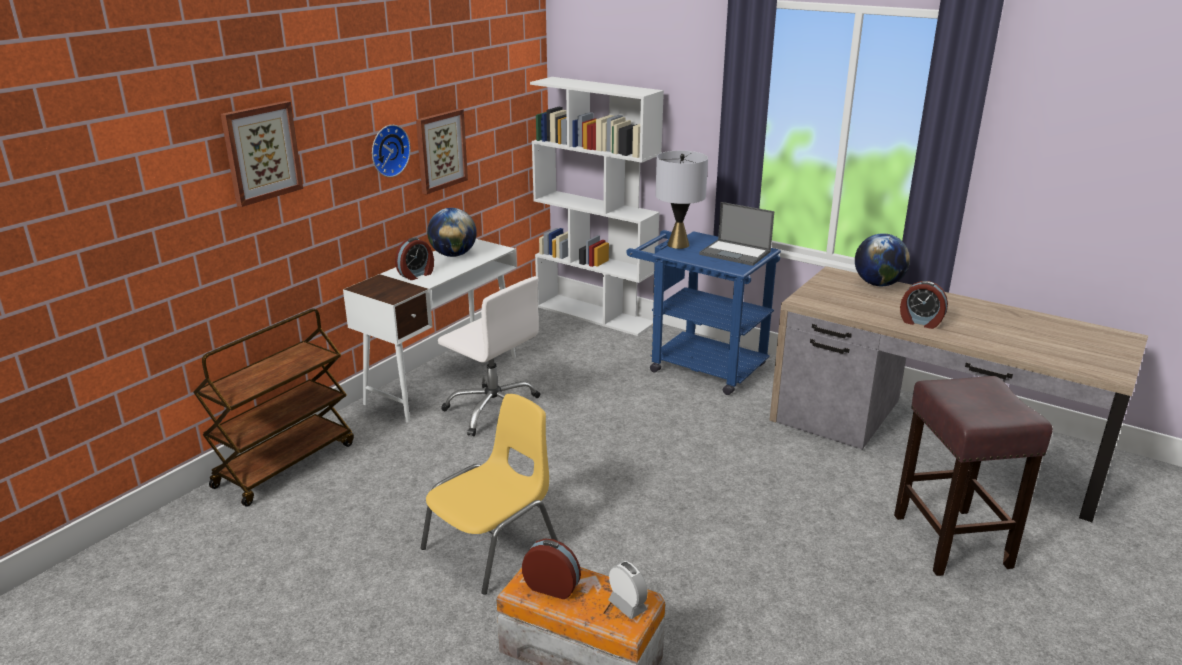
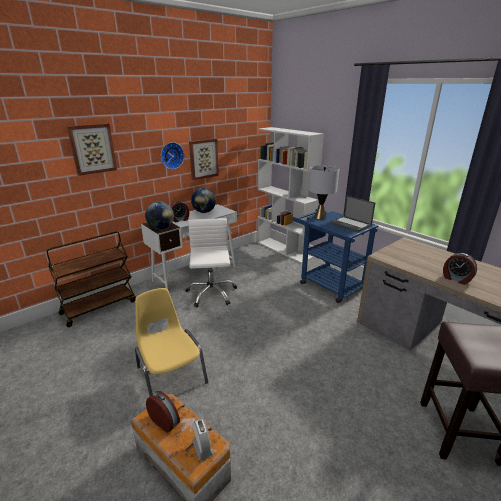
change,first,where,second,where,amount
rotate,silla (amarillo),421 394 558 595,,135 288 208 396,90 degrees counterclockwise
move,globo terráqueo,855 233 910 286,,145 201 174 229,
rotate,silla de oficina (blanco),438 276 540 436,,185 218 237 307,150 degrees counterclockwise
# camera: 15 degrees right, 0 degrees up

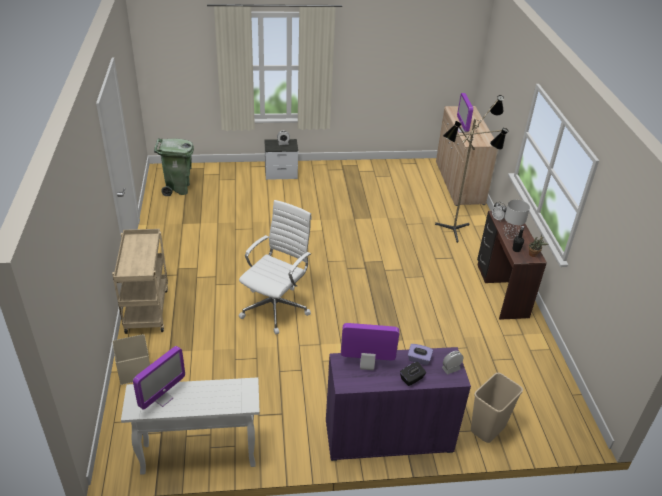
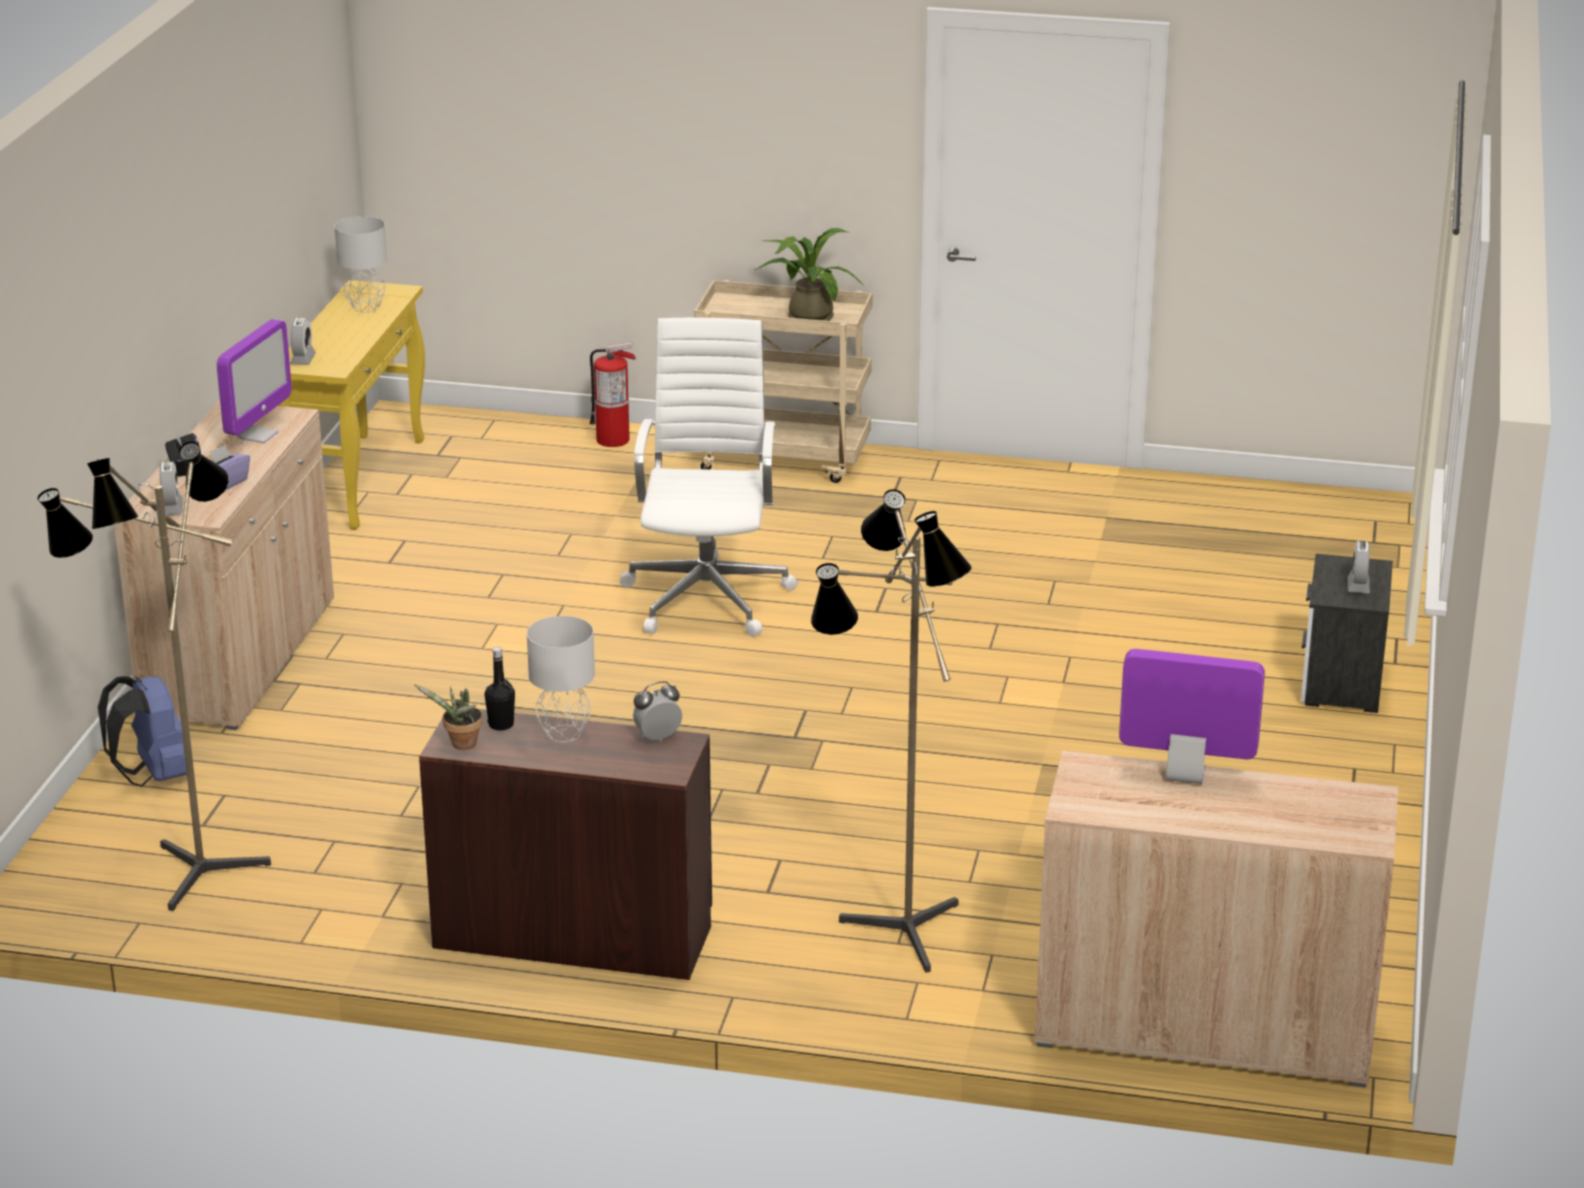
change,first,where,second,where,amount
insert,,,lámpara de pie,37 442 271 911,
replace,papelera (beis),471 373 523 443,mochila (azul),98 676 187 786,
recolor,armario (morado),326 347 471 461,armario (beis),114 401 334 730,
recolor,mesa consola (blanco),121 377 260 475,mesa consola (amarillo),278 280 425 530,
insert,,,despertador,290 317 316 365,
replace,monitor,133 346 185 409,lámpara de mesa (gris),334 216 387 313,
replace,caja de almacenaje (beis),113 334 150 385,extintor,590 342 636 447,
rotate,silla de oficina (blanco),239 200 312 334,,620 317 798 636,135 degrees counterclockwise
insert,,,planta en maceta,755 228 864 321,
delete,papelera (verde),154 138 194 196,,,
# camera: 110 degrees right, 10 degrees down

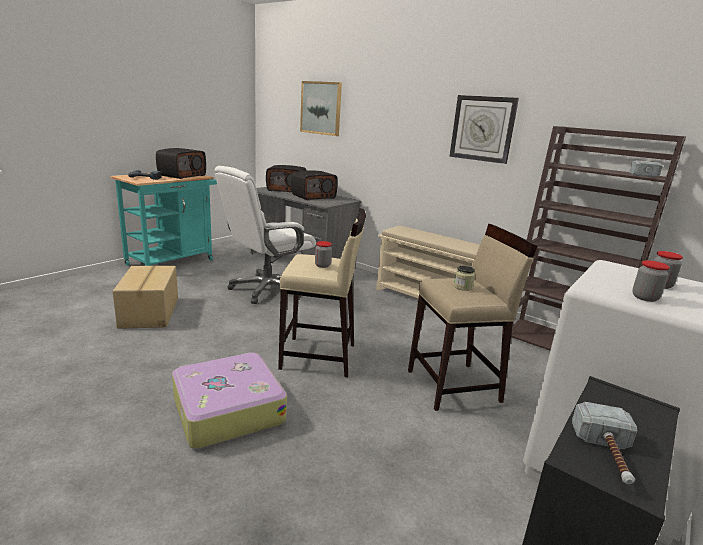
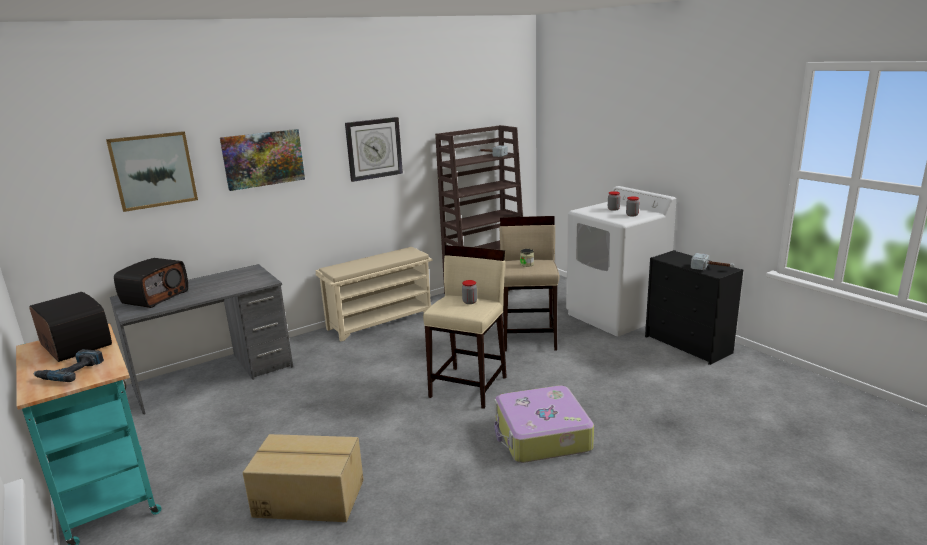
change,first,where,second,where,amount
insert,,,cuadro,220 129 305 191,
delete,silla de oficina (blanco),214 166 316 304,,,
delete,radio,291 170 337 200,,,
# camera: 70 degrees left, 0 degrees up

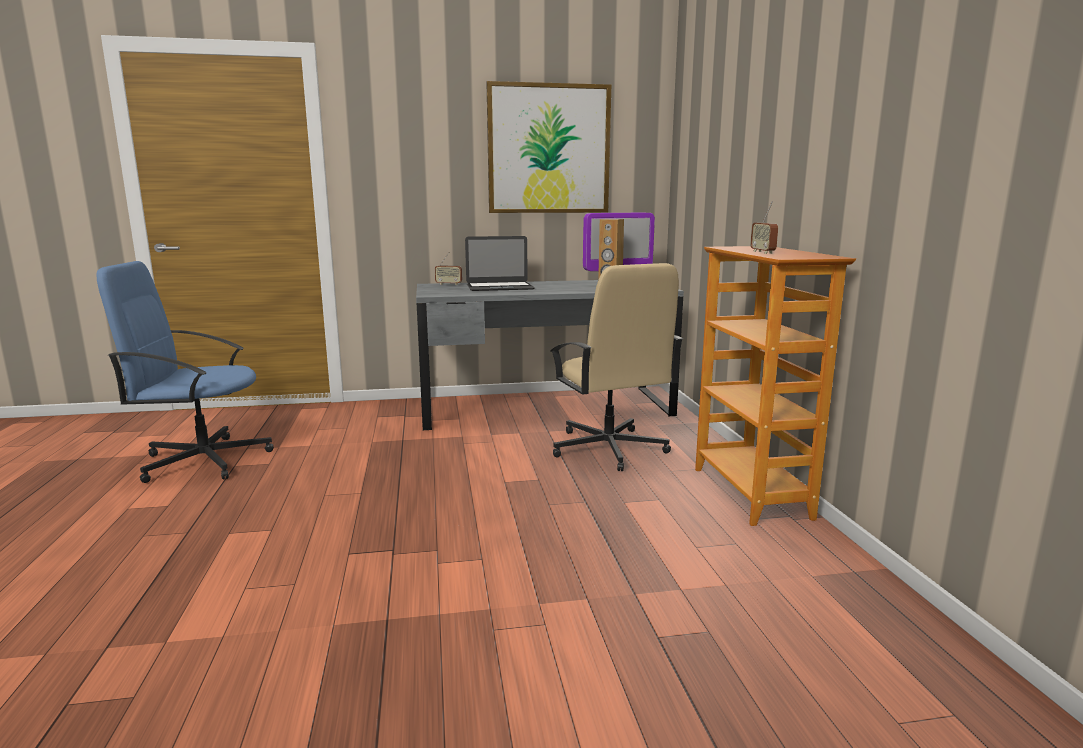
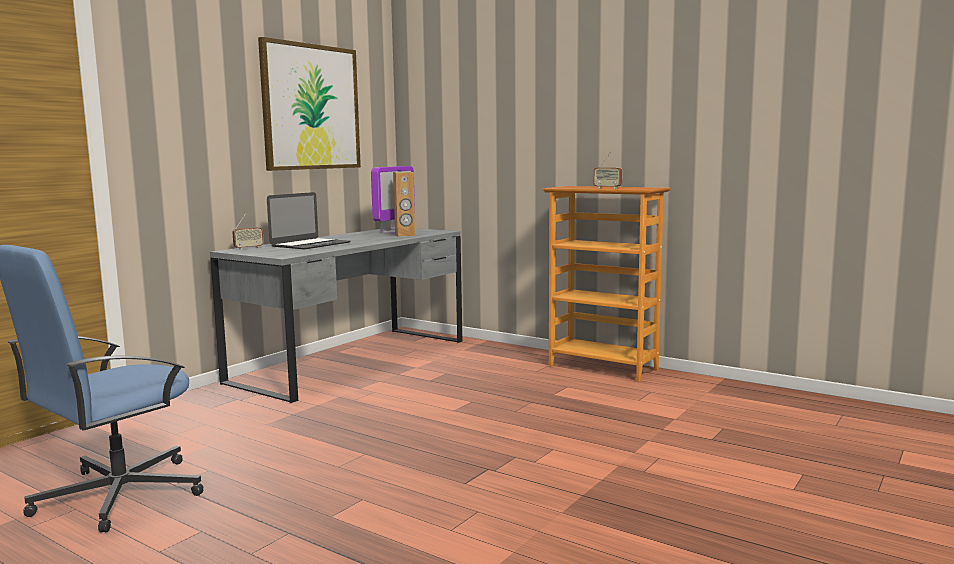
change,first,where,second,where,amount
delete,silla de oficina (beis),550 263 683 471,,,
# camera: 45 degrees left, 5 degrees down

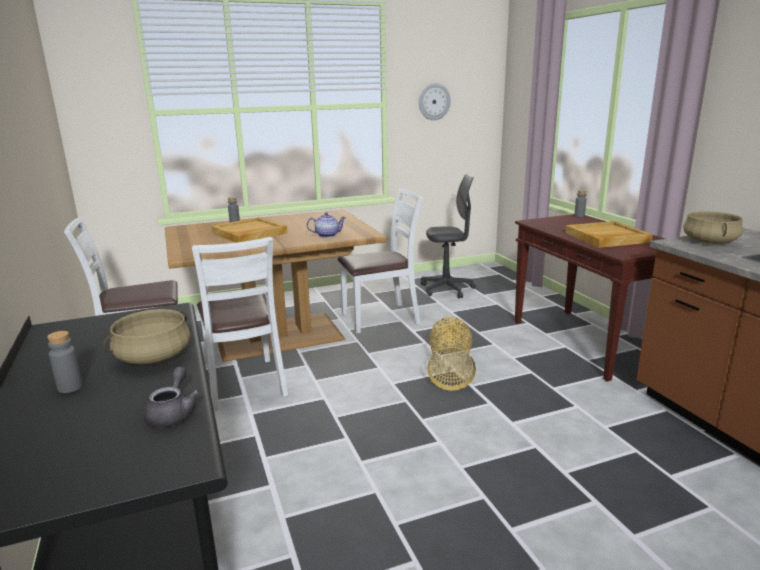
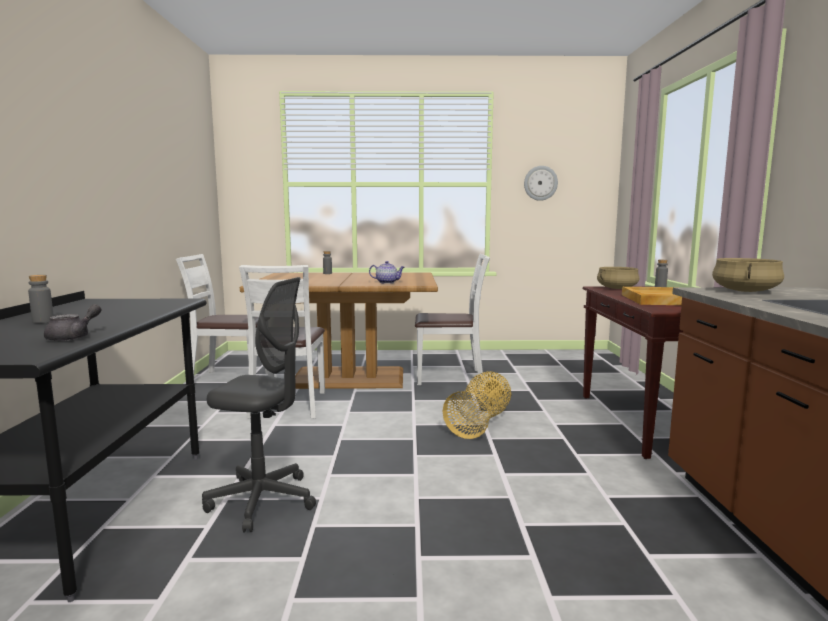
change,first,where,second,where,amount
move,silla de oficina (gris),421 173 476 299,,202 277 316 532,
move,olla (beis),103 309 191 365,,597 267 639 289,
delete,bandeja (beis),211 217 288 243,,,
# camera: 20 degrees right, 10 degrees down

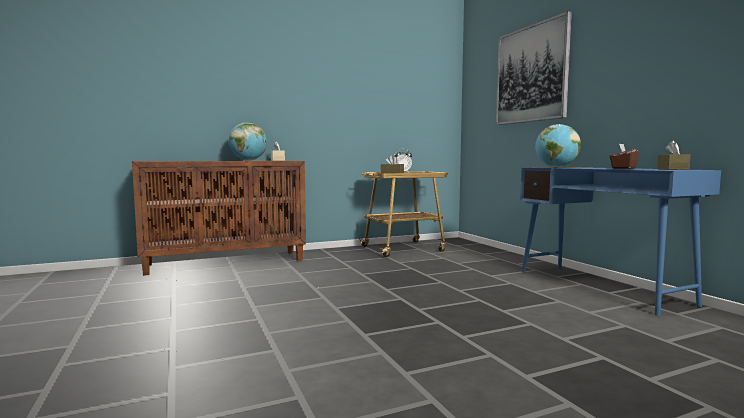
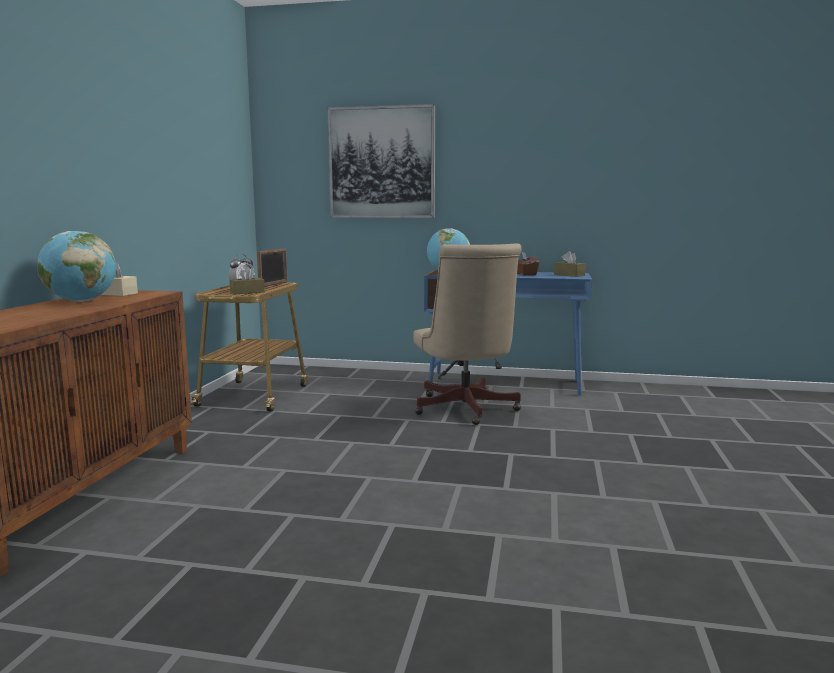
change,first,where,second,where,amount
insert,,,portarretratos,257 248 288 287,
insert,,,silla de oficina (beis),413 243 521 425,
# camera: 55 degrees left, 5 degrees up

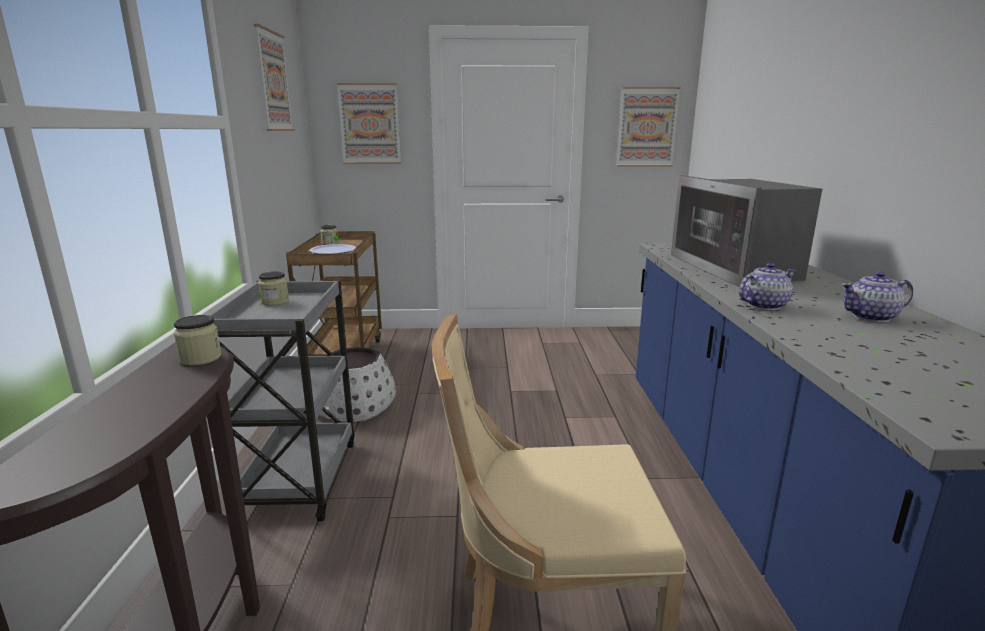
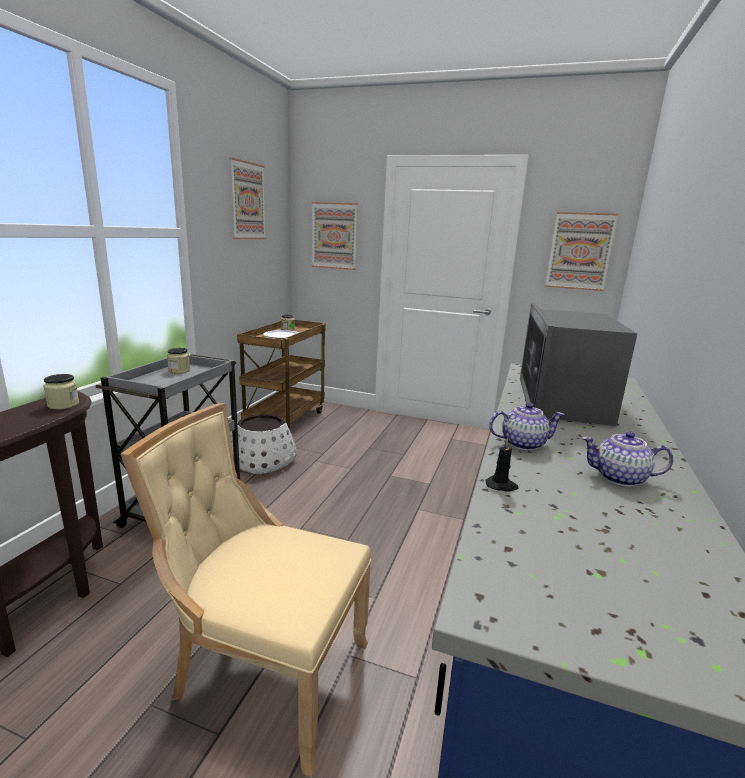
change,first,where,second,where,amount
insert,,,vela (negro),486 438 519 492,
# camera: 20 degrees right, 0 degrees up

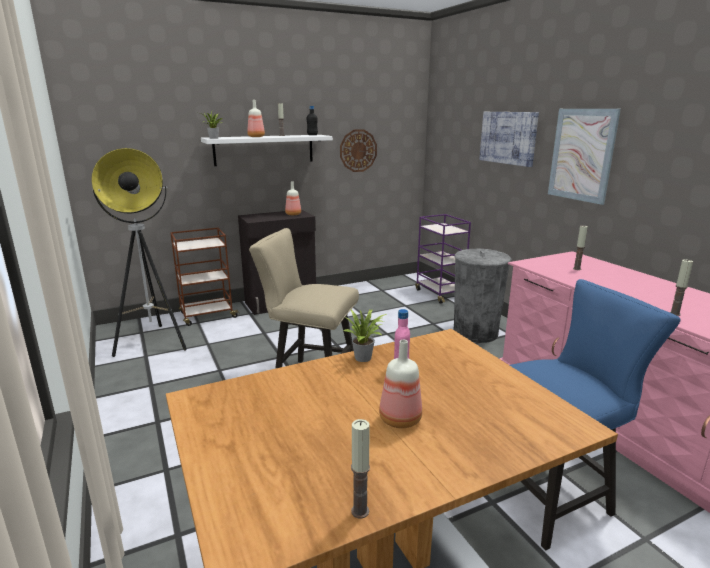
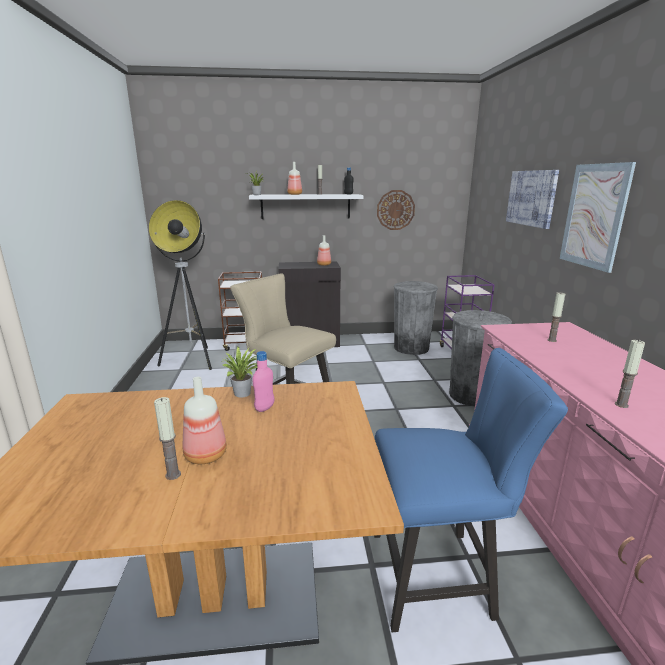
change,first,where,second,where,amount
move,vela,351 419 370 519,,154 397 181 480,
insert,,,papelera (gris),394 281 438 355,
# camera: 20 degrees right, 0 degrees up

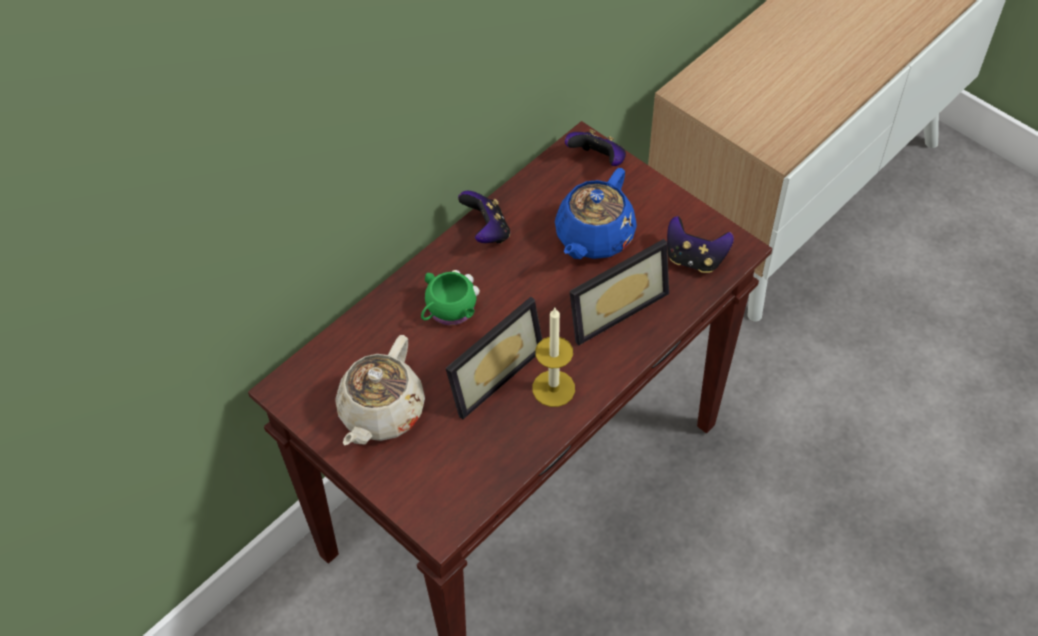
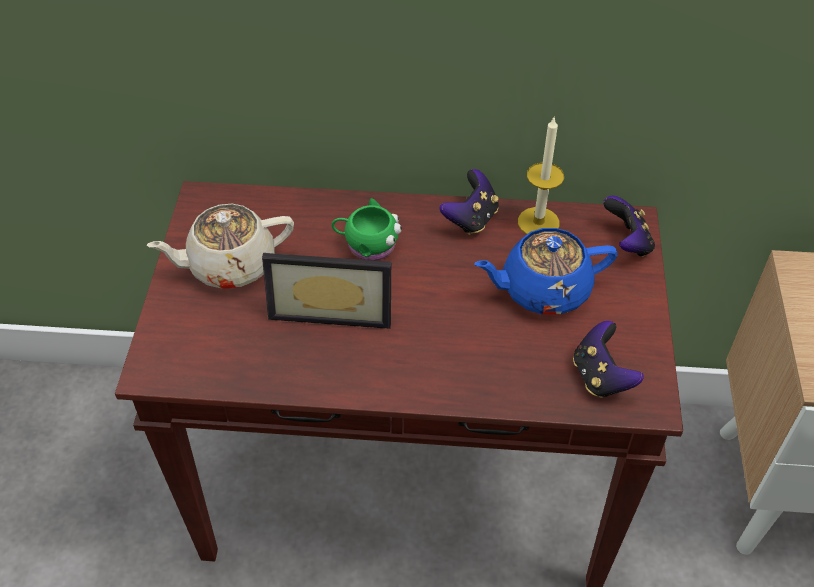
change,first,where,second,where,amount
move,vela,532 308 575 407,,518 116 564 234,
delete,portarretratos,570 239 669 345,,,
# camera: 50 degrees right, 5 degrees down

